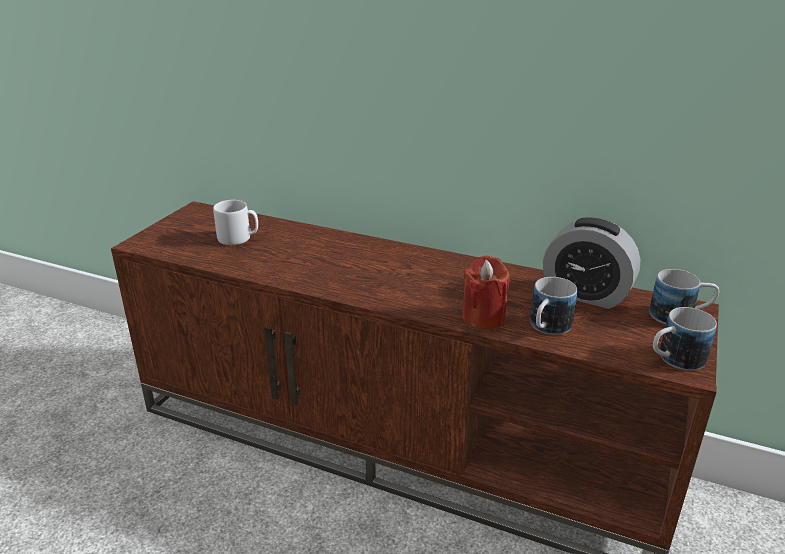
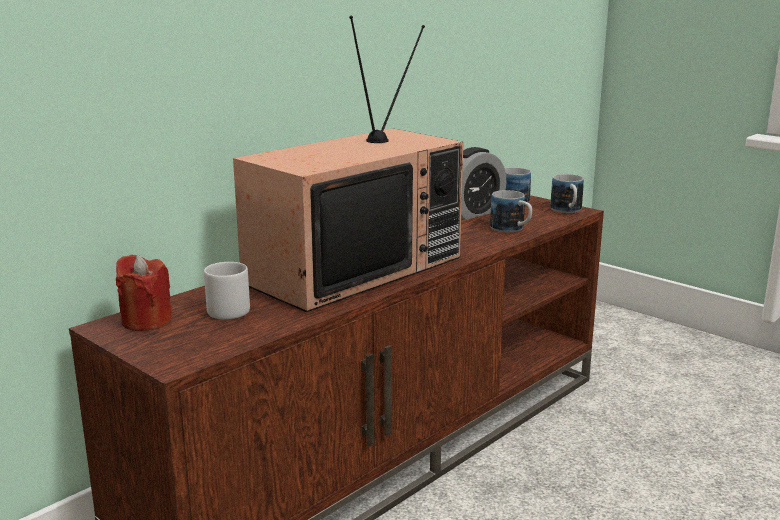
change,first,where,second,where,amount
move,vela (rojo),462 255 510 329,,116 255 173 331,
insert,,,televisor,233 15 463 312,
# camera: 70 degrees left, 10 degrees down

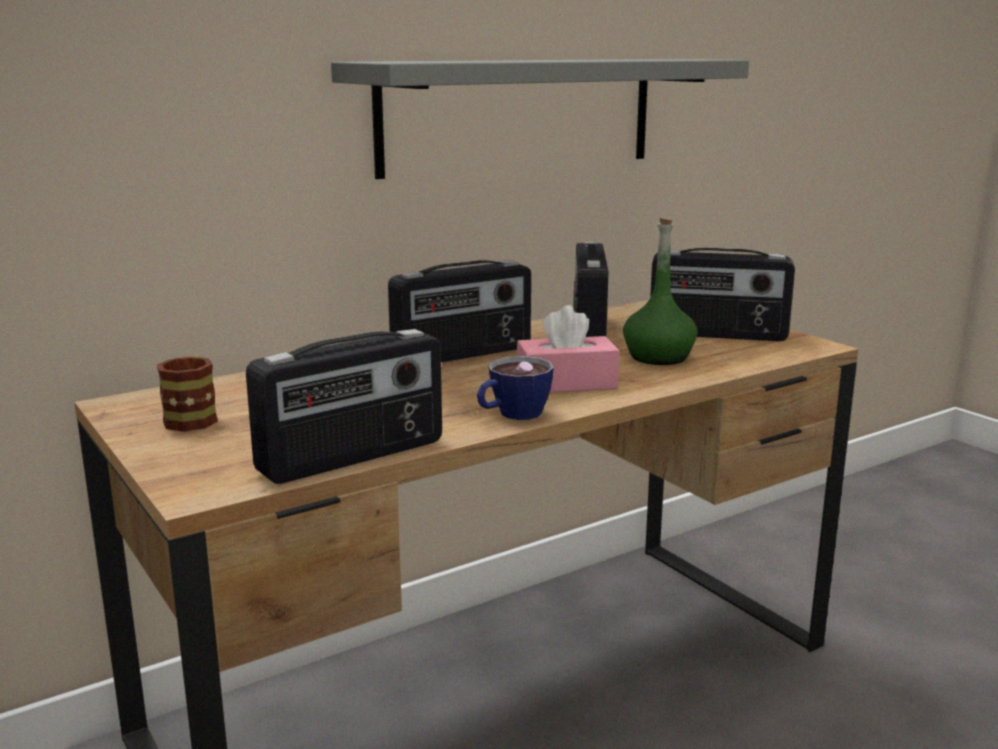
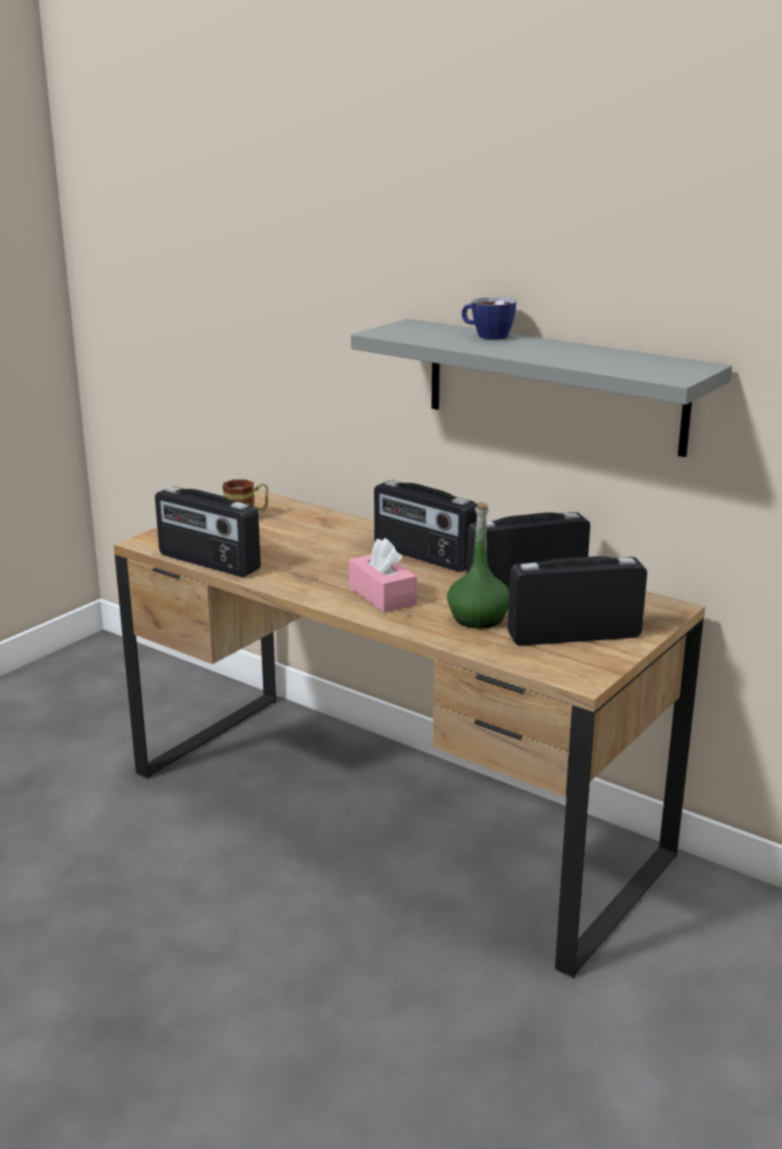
change,first,where,second,where,amount
move,taza,477 356 554 420,,462 297 516 339,
rotate,radio,650 248 795 341,,508 556 647 646,90 degrees clockwise
# camera: 70 degrees right, 5 degrees up

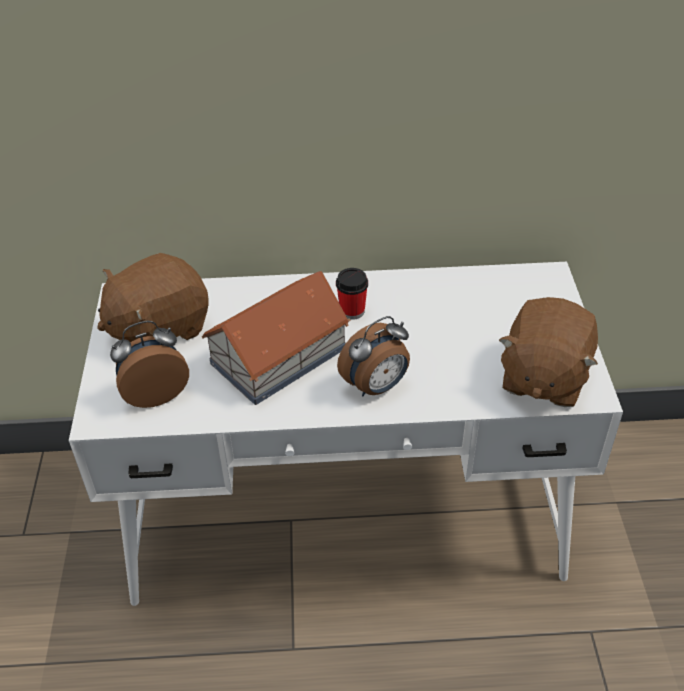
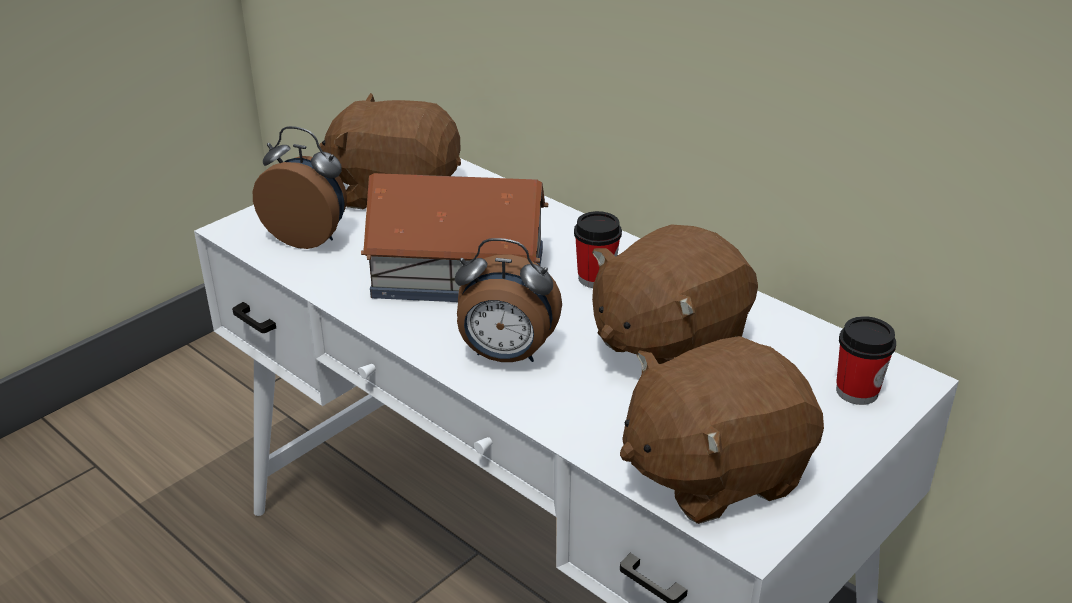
change,first,where,second,where,amount
insert,,,peluche (marrón),592 224 758 365,
insert,,,taza,836 316 896 405,
# camera: 45 degrees right, 10 degrees down

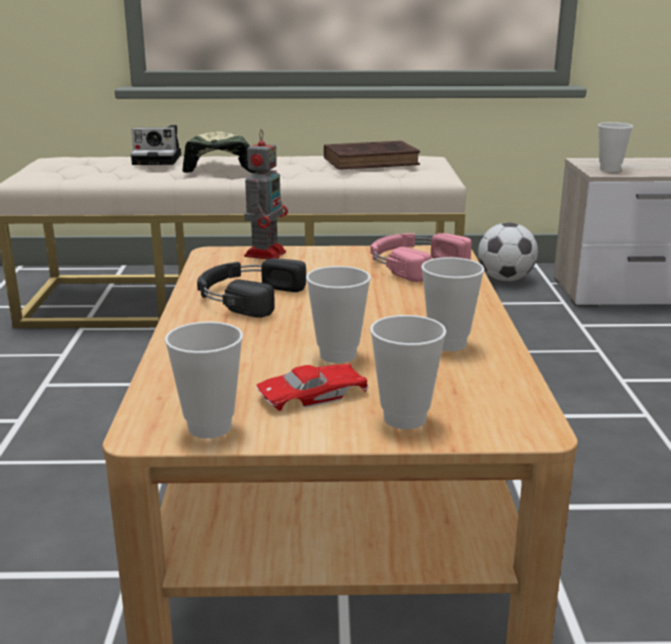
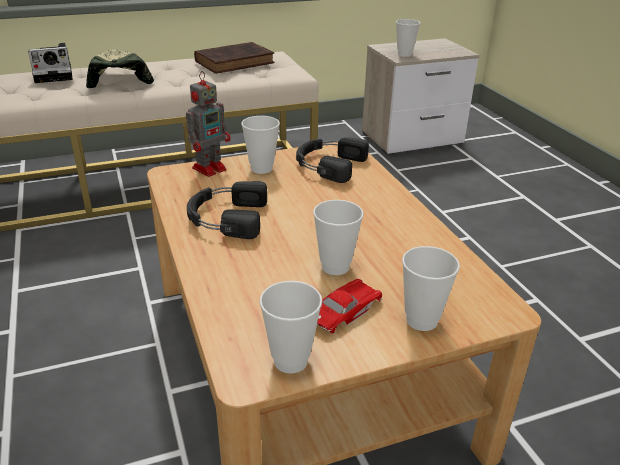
change,first,where,second,where,amount
rotate,robot de juguete,244 129 288 259,,186 71 231 177,45 degrees clockwise
move,taza,421 257 485 351,,241 116 280 174,
recolor,auriculares (rosa),370 233 472 282,auriculares (negro),296 137 369 183,
delete,balón de fútbol,478 222 538 281,,,
# camera: 20 degrees left, 10 degrees up

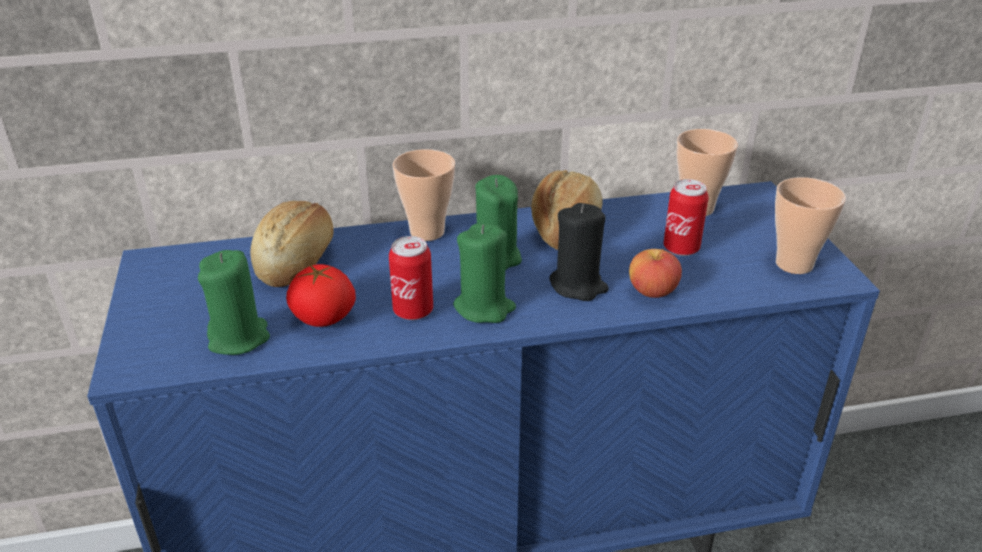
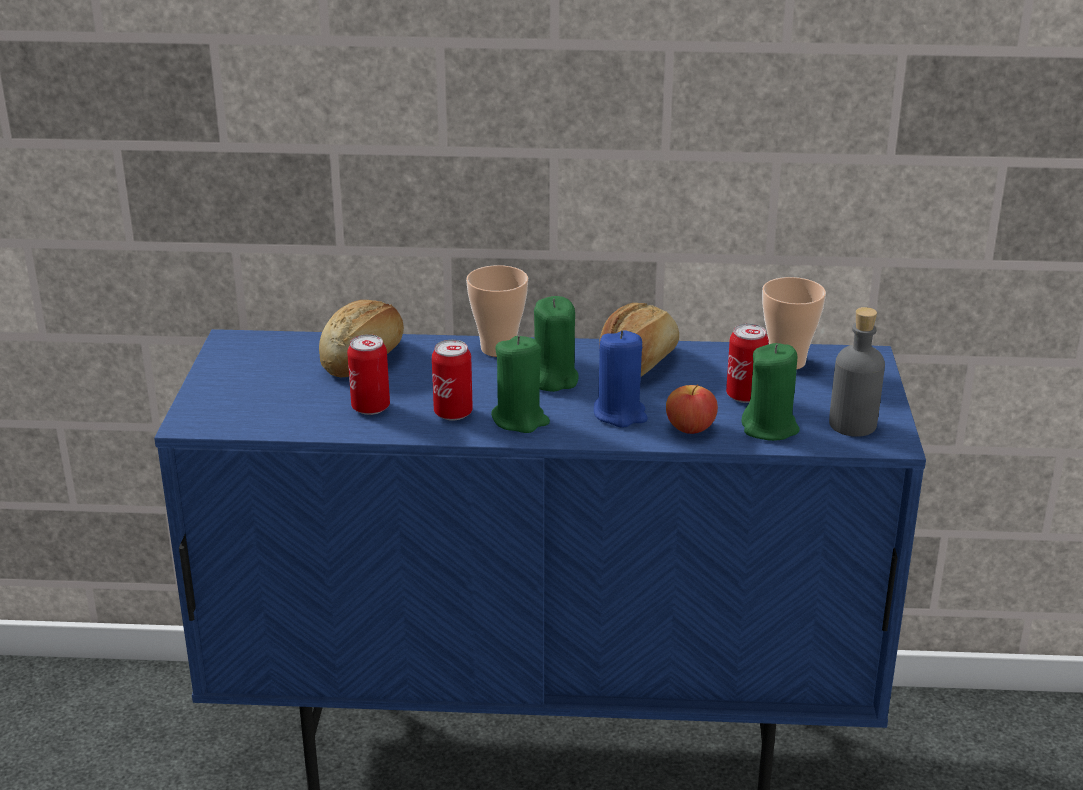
change,first,where,second,where,amount
replace,tomate,286 264 356 327,lata,347 334 390 415,
recolor,vela (negro),550 203 609 301,vela (azul),594 330 648 428,
move,vela (verde),198 250 270 355,,741 343 800 441,
replace,taza,775 177 846 274,botella (gris),829 307 885 437,
# camera: 15 degrees right, 5 degrees down

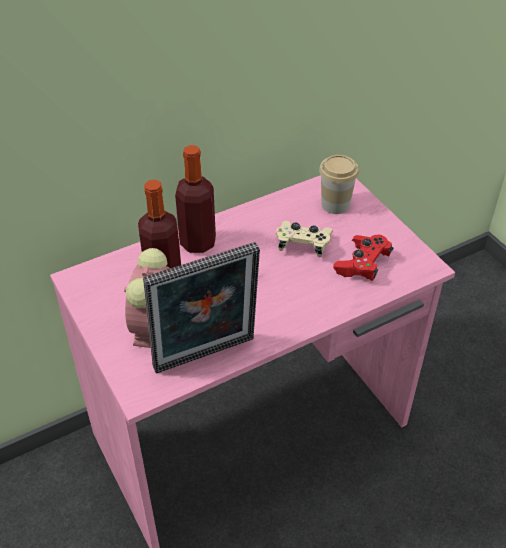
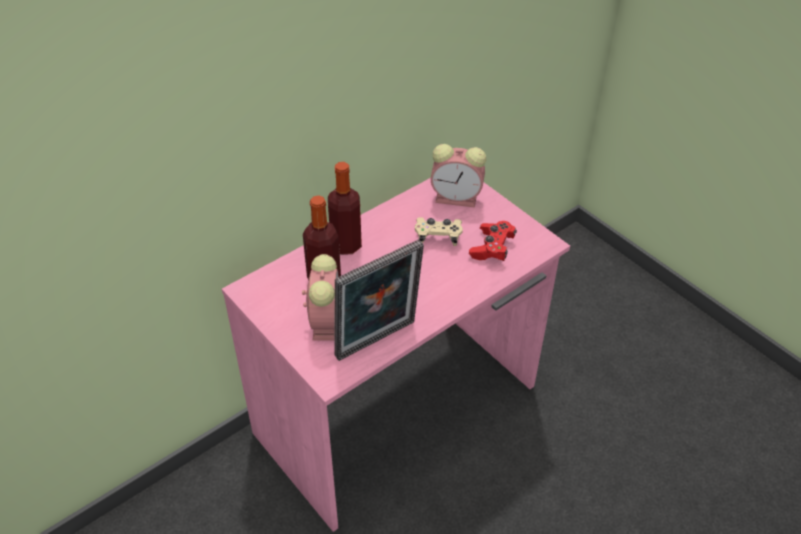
change,first,where,second,where,amount
replace,taza,319 155 359 214,despertador,431 144 486 208,
# camera: 10 degrees left, 0 degrees up

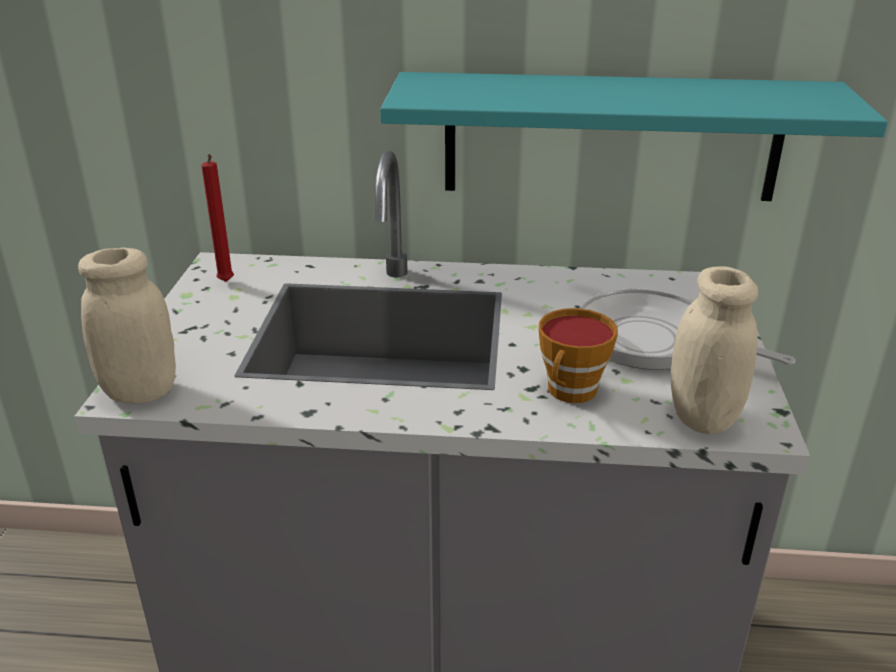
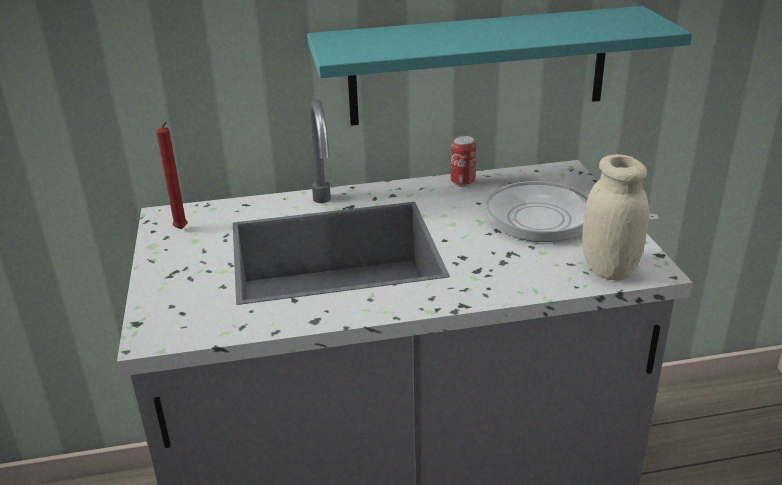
change,first,where,second,where,amount
insert,,,lata,451 136 476 187,
delete,tarro (beis),78 248 176 403,,,
delete,taza,538 308 618 403,,,
# camera: 15 degrees left, 0 degrees up

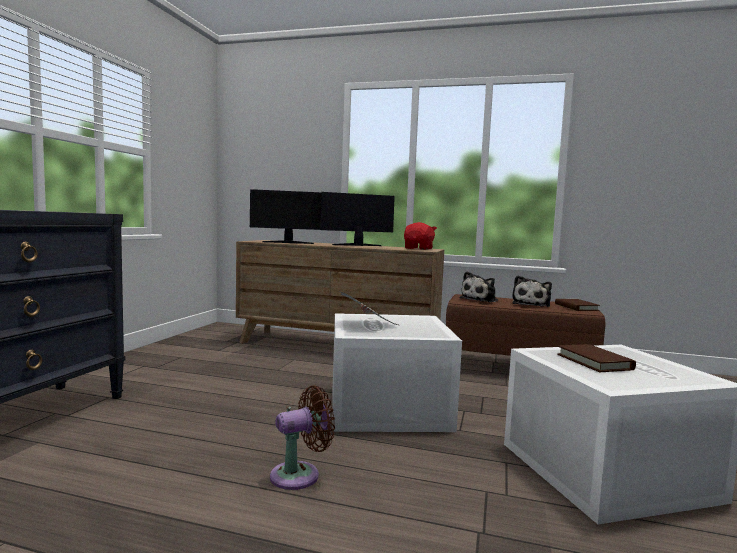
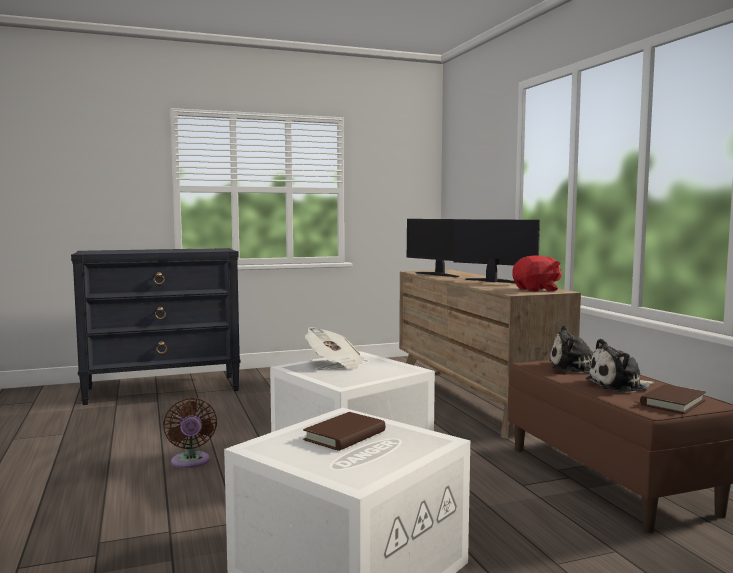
change,first,where,second,where,amount
rotate,ventilador (marrón),270 385 335 490,,163 398 217 468,45 degrees clockwise
# camera: 55 degrees right, 0 degrees up

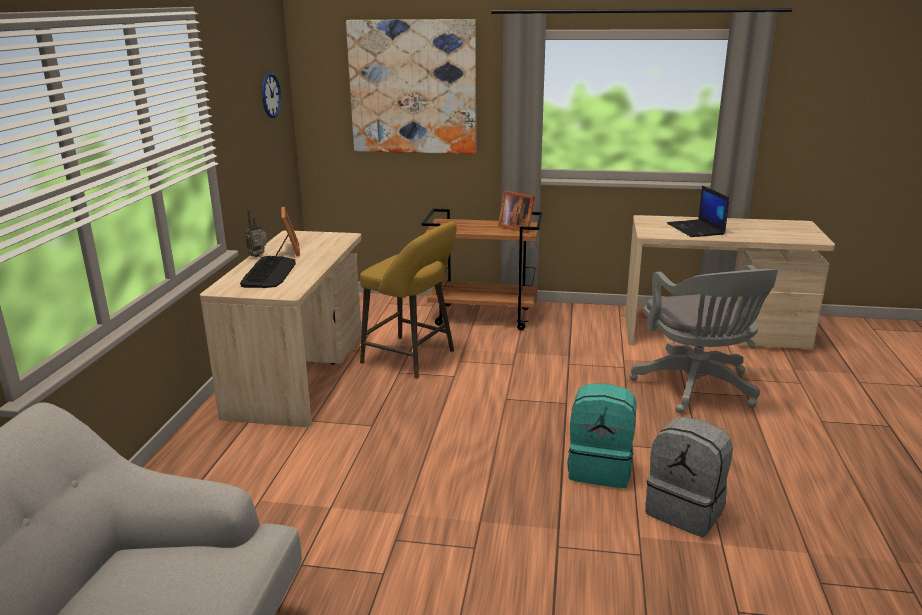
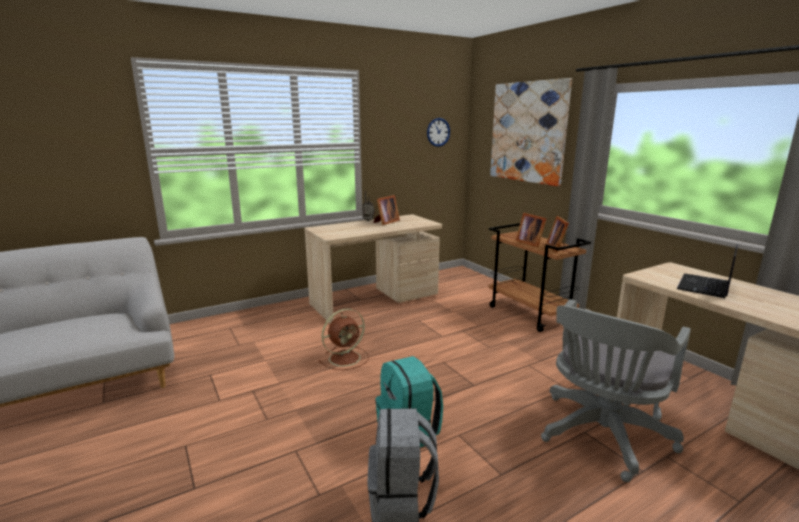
change,first,where,second,where,amount
insert,,,ventilador (marrón),319 309 369 370,
insert,,,portarretratos,516 213 547 248,
delete,teclado,240 256 296 288,,,
delete,taburete (amarillo),360 222 457 379,,,
# camera: 50 degrees right, 5 degrees down

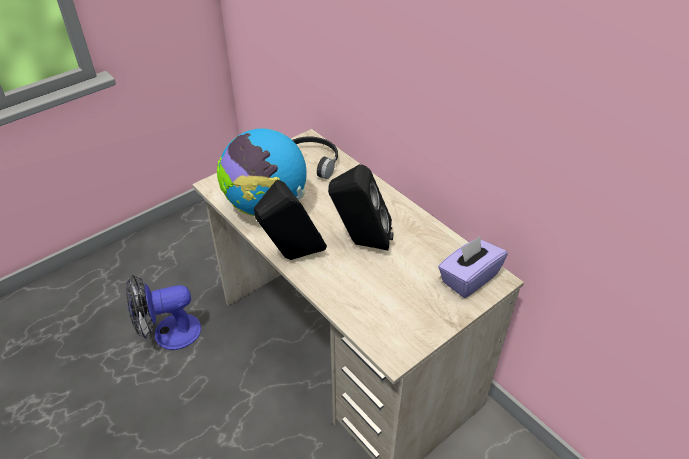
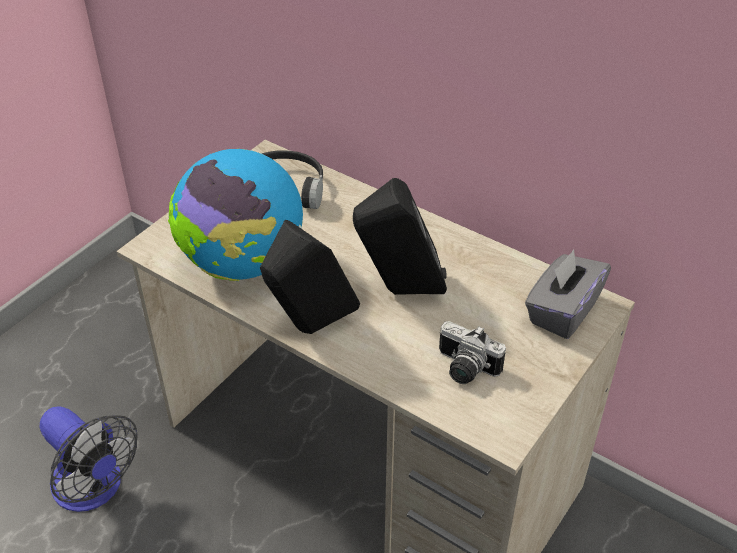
change,first,where,second,where,amount
rotate,ventilador,126 275 201 350,,39 407 138 512,105 degrees counterclockwise
insert,,,cámara,439 321 506 384,
recolor,caja de pañuelos (morado),438 236 508 298,caja de pañuelos (gris),525 250 611 339,
# camera: 15 degrees left, 0 degrees up

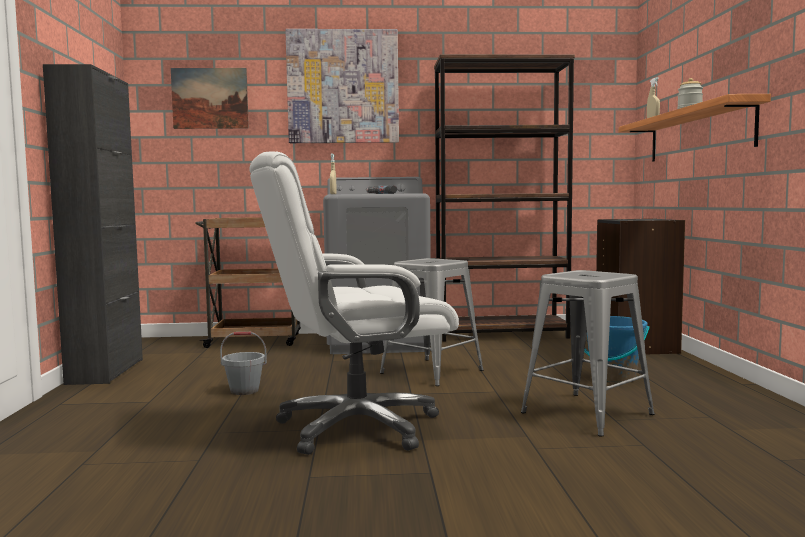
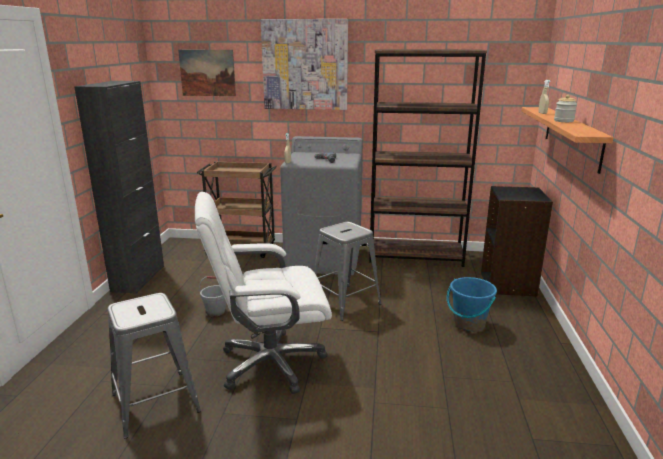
change,first,where,second,where,amount
move,taburete (gris),521 270 655 437,,108 293 201 438,
# camera: 10 degrees right, 15 degrees up

